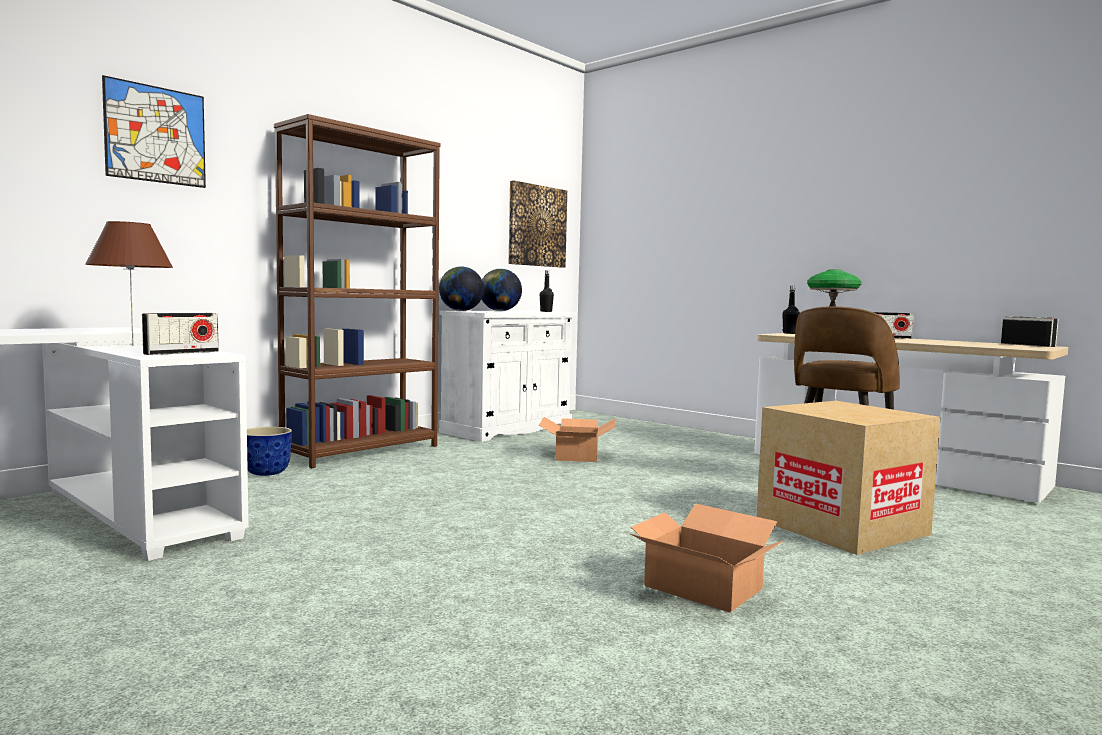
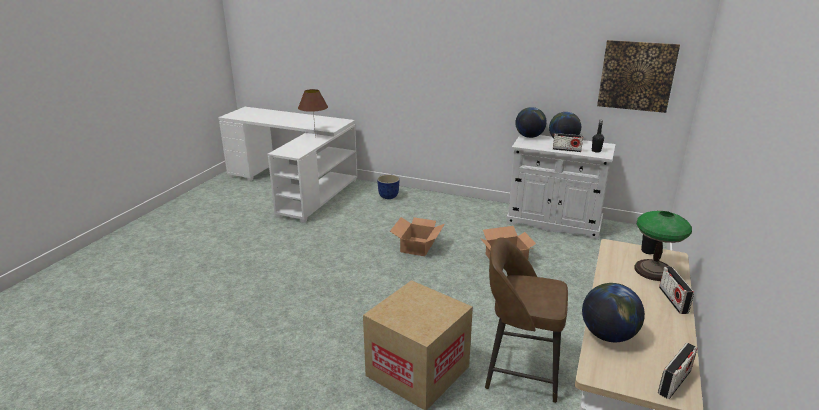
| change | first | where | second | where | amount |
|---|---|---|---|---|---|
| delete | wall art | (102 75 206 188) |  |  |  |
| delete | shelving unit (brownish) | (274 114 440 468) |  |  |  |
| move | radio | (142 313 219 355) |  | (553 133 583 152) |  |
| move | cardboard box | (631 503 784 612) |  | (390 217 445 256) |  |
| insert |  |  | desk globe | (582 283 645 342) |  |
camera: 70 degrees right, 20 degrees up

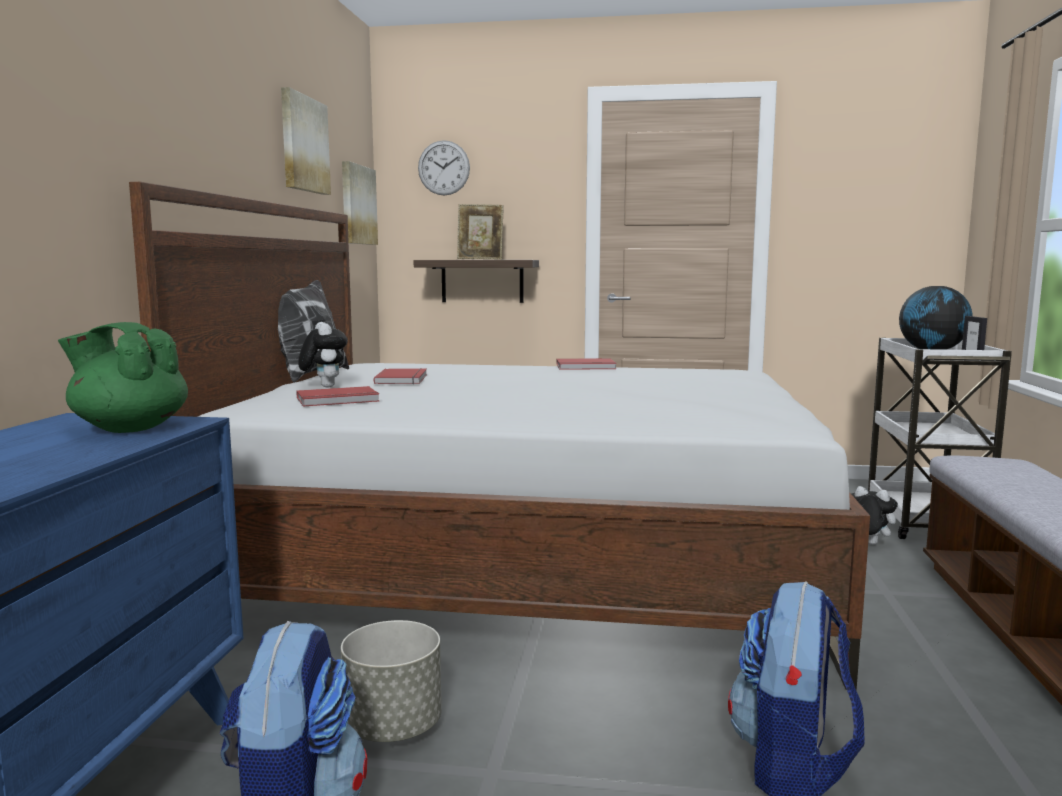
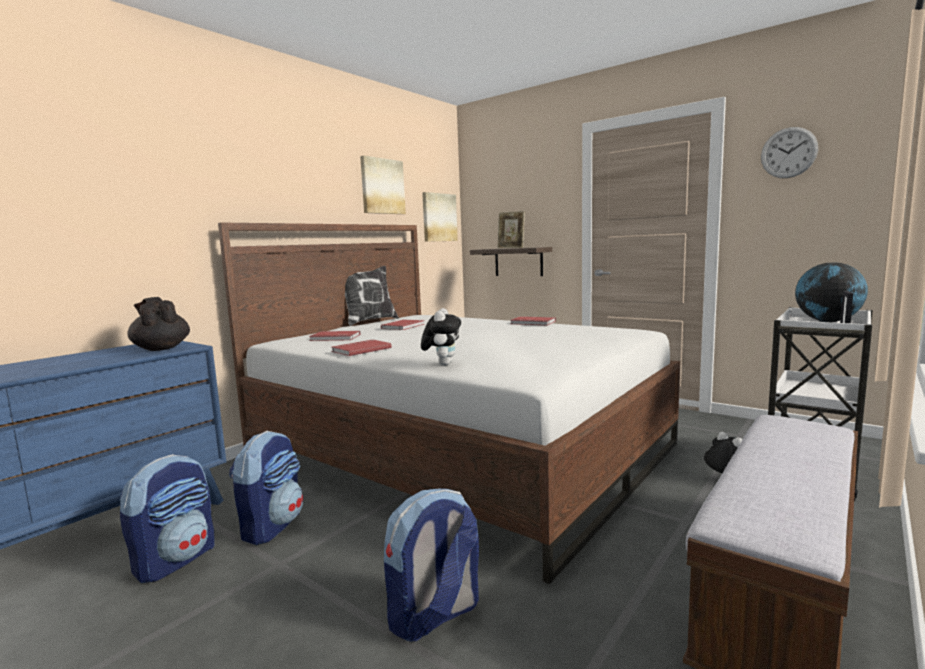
| change | first | where | second | where | amount |
|---|---|---|---|---|---|
| move | wall clock | (418 140 470 196) |  | (761 127 818 178) |  |
| recolor | teapot (green) | (58 322 188 433) | teapot (black) | (128 297 190 351) |  |
| move | plush toy | (298 322 348 387) |  | (421 308 461 365) |  |
| replace | plant pot (gray) | (341 620 442 742) | backpack | (229 430 303 545) |  |
| insert |  |  | book (reddish) | (331 340 392 356) |  |
camera: 30 degrees right, 0 degrees up

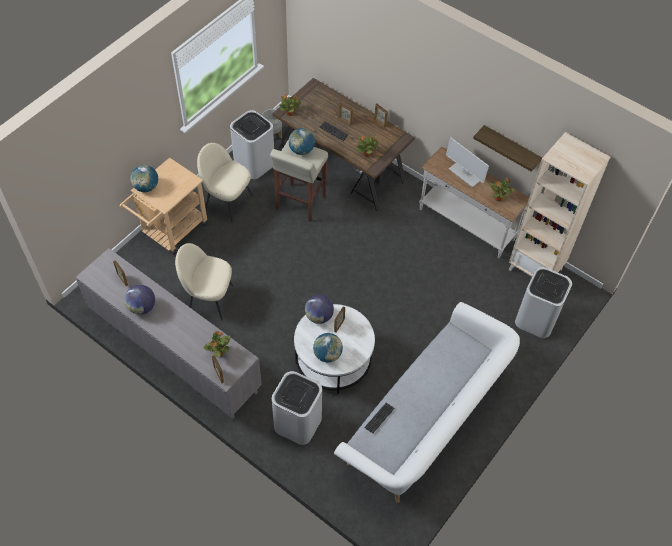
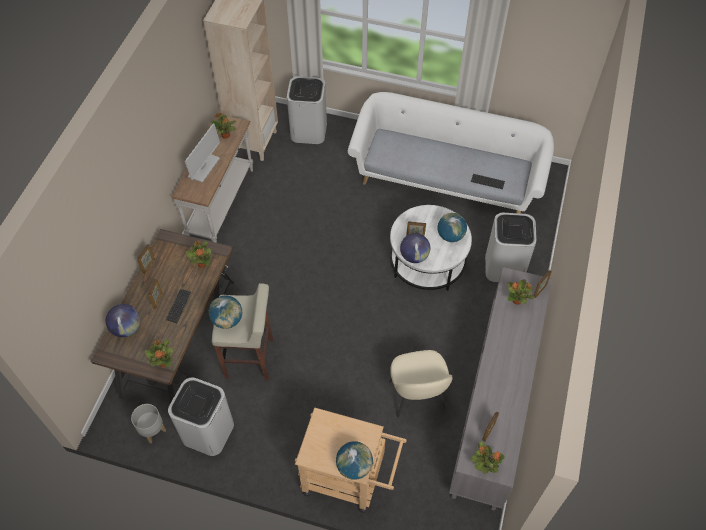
| change | first | where | second | where | amount |
|---|---|---|---|---|---|
| delete | shelf | (473 125 542 172) |  |  |  |
| delete | plain chair (beige-coloured) | (197 143 253 223) |  |  |  |
| move | desk globe | (125 285 155 315) |  | (106 304 140 337) |  |
| insert |  |  | plant in a pot | (470 441 505 474) |  |
camera: 110 degrees left, 0 degrees up

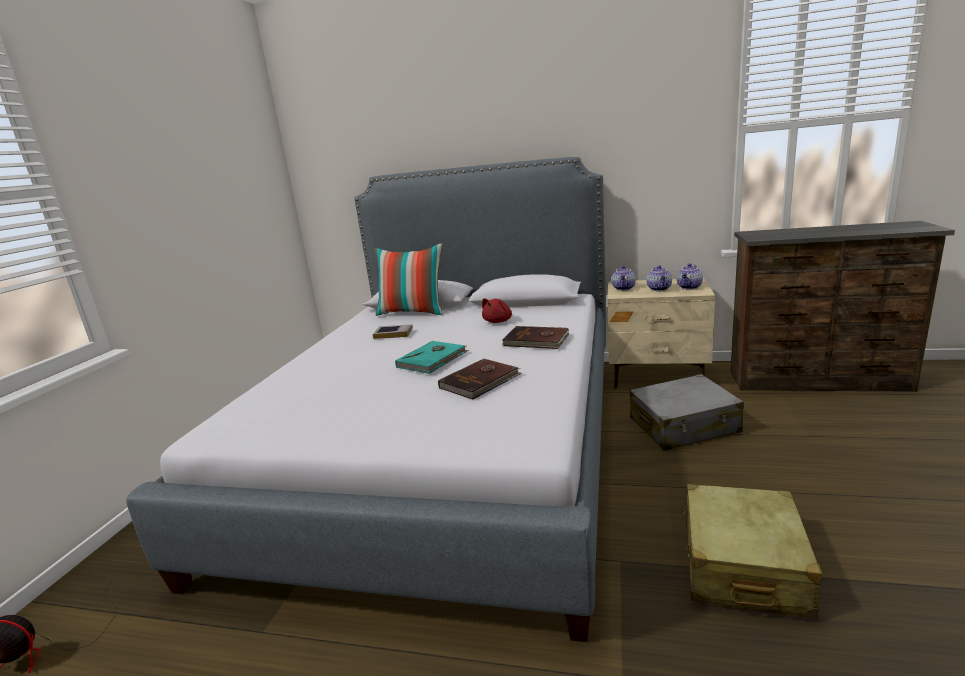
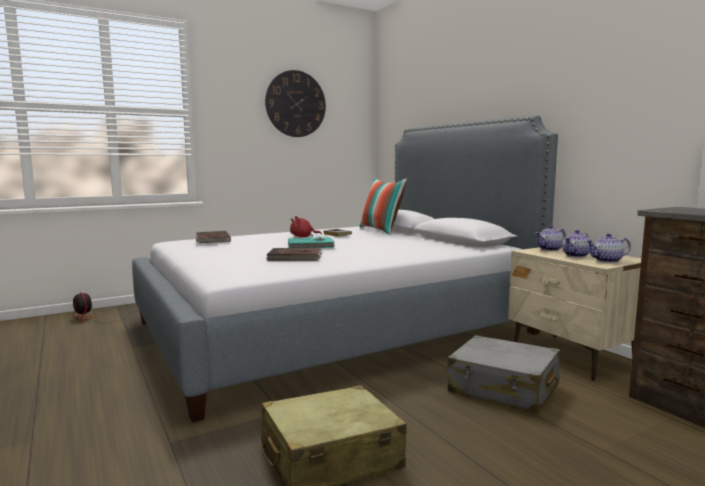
| change | first | where | second | where | amount |
|---|---|---|---|---|---|
| move | plush toy (reddish) | (482 298 512 323) |  | (290 216 322 237) |  |
| move | book (brownish) | (502 326 570 349) |  | (196 231 231 243) |  |
| insert |  |  | wall clock | (265 70 326 137) |  |
camera: 45 degrees right, 10 degrees down

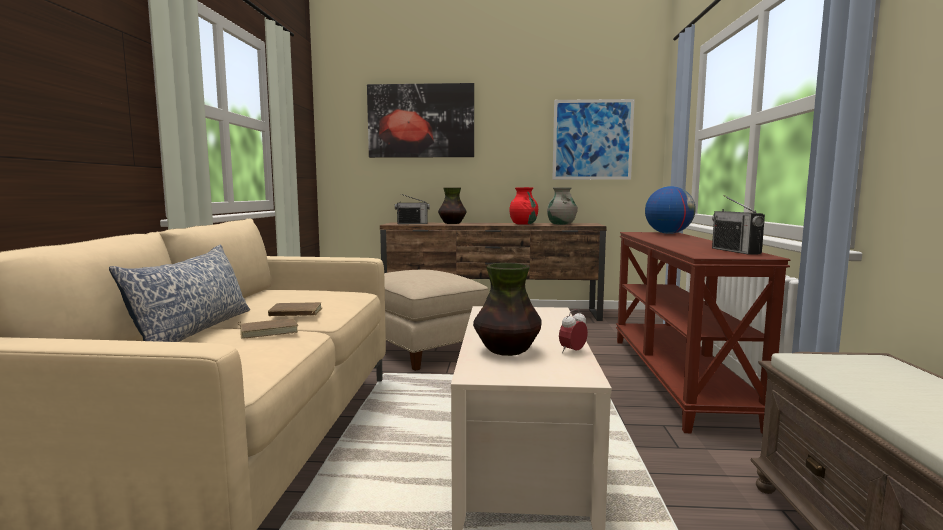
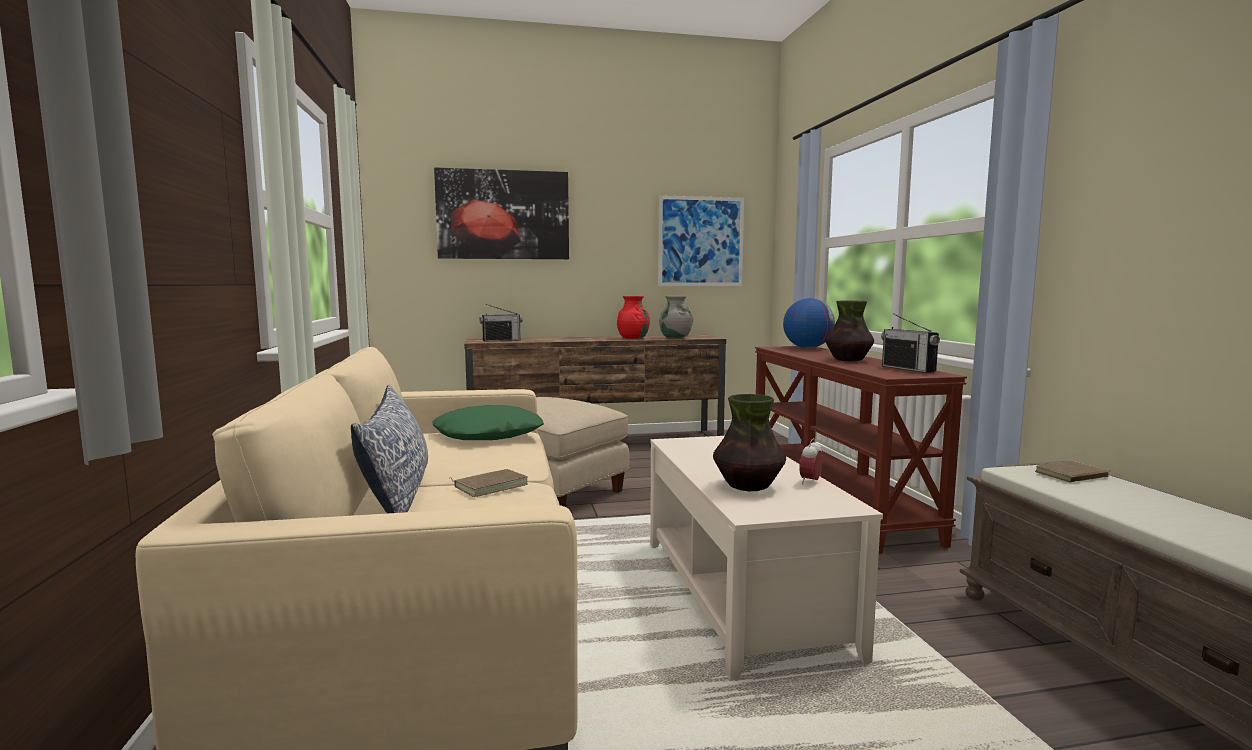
| change | first | where | second | where | amount |
|---|---|---|---|---|---|
| move | flower vase | (438 187 467 224) |  | (826 301 874 361) |  |
| move | book (brownish) | (268 302 322 316) |  | (1035 461 1121 482) |  |
| insert |  |  | pillow (green) | (432 405 544 440) |  |
camera: 15 degrees left, 0 degrees up

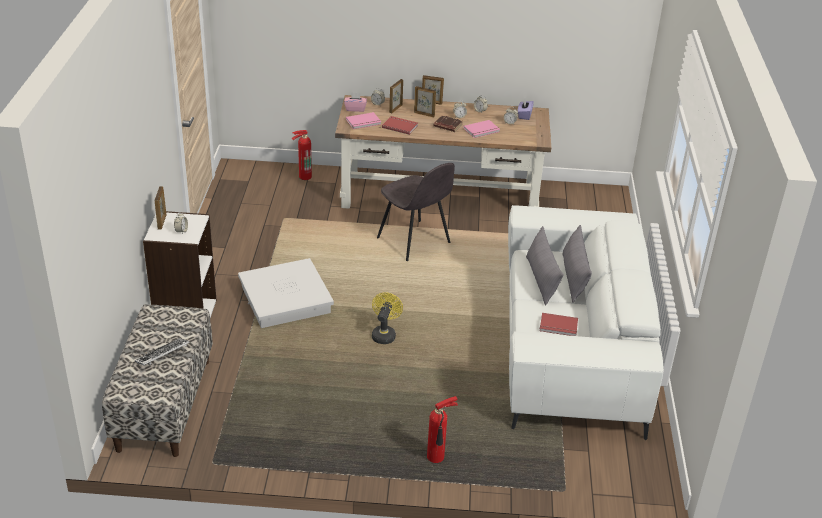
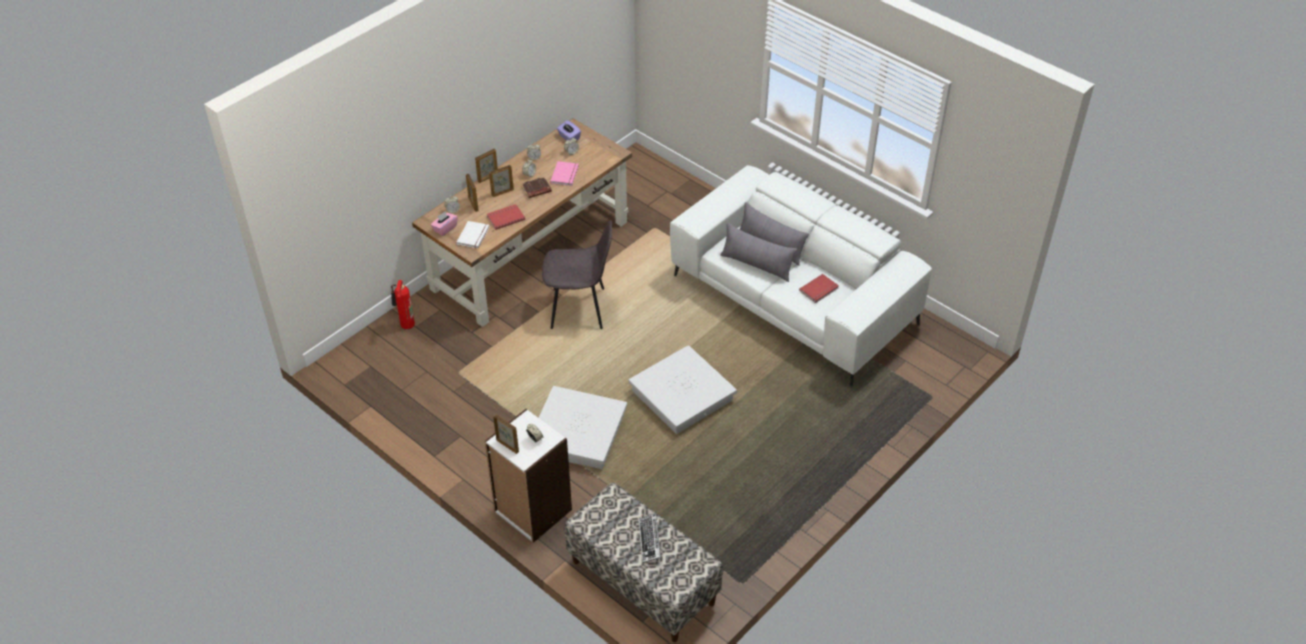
| change | first | where | second | where | amount |
|---|---|---|---|---|---|
| recolor | book (pink-coloured) | (346 112 381 129) | book (white) | (456 221 490 248) |  |
| replace | cooling fan (yellowish) | (372 292 403 344) | storage box (white) | (629 345 737 434) |  |
| delete | extinguisher | (427 396 458 463) |  |  |  |
camera: 50 degrees left, 10 degrees up

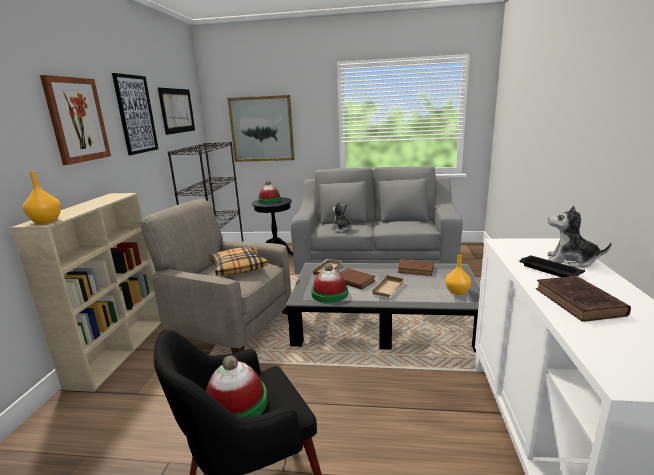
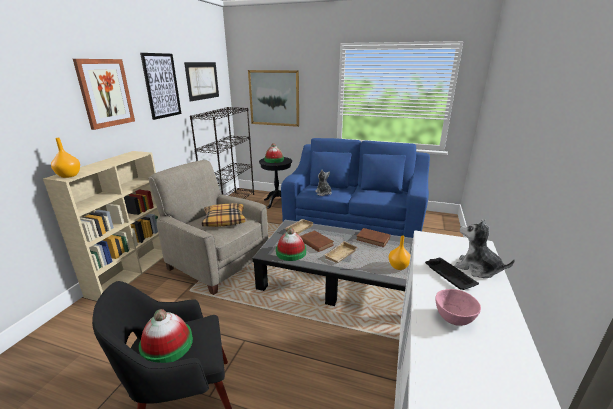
| change | first | where | second | where | amount |
|---|---|---|---|---|---|
| recolor | settee (gray) | (291 166 462 274) | settee (bluish) | (281 138 430 238) |  |
| replace | book (brownish) | (536 276 631 322) | deep dish (pink-coloured) | (436 289 481 326) |  |
camera: 10 degrees right, 5 degrees up

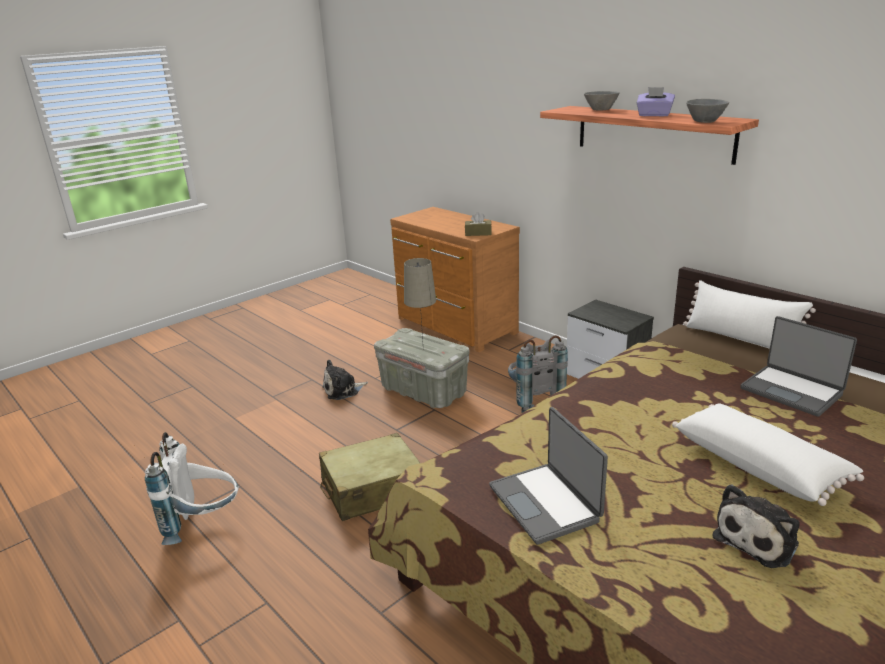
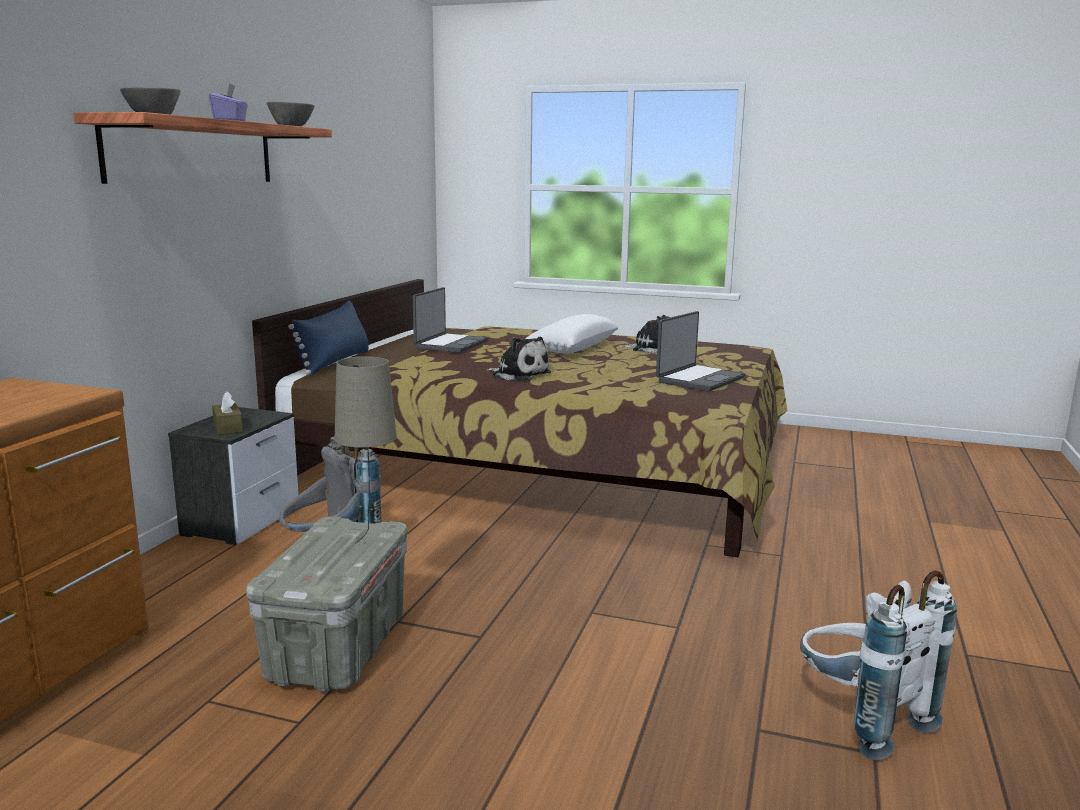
| change | first | where | second | where | amount |
|---|---|---|---|---|---|
| move | tissue holder (brownish) | (465 212 492 236) |  | (212 392 243 435) |  |
| recolor | pillow (white) | (683 280 816 348) | pillow (bluish) | (288 301 369 375) |  |
| move | plush toy | (322 359 368 400) |  | (487 337 551 381) |  |
| delete | piece of luggage (beige-coloured) | (319 433 420 521) |  |  |  |
camera: 120 degrees left, 10 degrees down

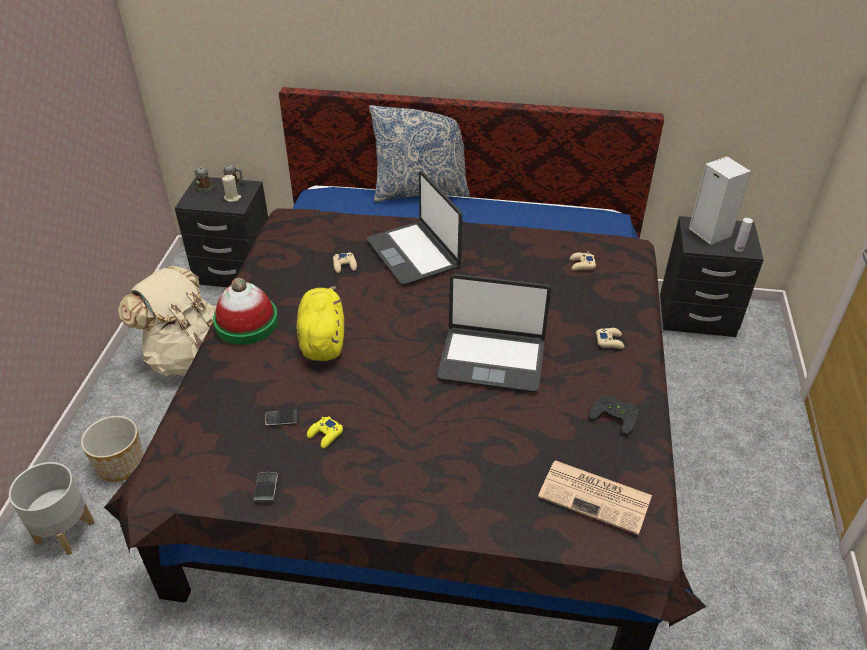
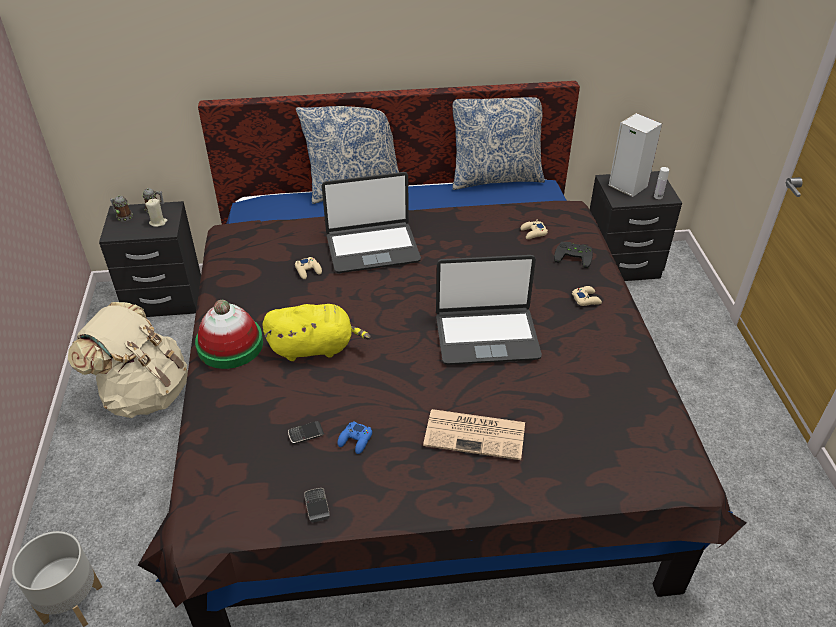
| change | first | where | second | where | amount |
|---|---|---|---|---|---|
| rotate | laptop | (367 171 463 285) |  | (322 172 421 273) | 60 degrees counterclockwise |
| rotate | plush toy (yellowish) | (297 286 344 362) |  | (262 304 371 361) | 105 degrees clockwise |
| move | joypad (black) | (588 395 639 436) |  | (554 242 593 268) |  |
| delete | plant pot | (81 416 144 482) |  |  |  |
| recolor | joypad (yellowish) | (307 417 343 448) | joypad (bluish) | (337 421 372 454) |  |
| move | newspaper | (538 460 652 535) |  | (423 409 525 460) |  |
| insert |  |  | pillow | (452 97 545 190) |  |
camera: 15 degrees left, 0 degrees up

